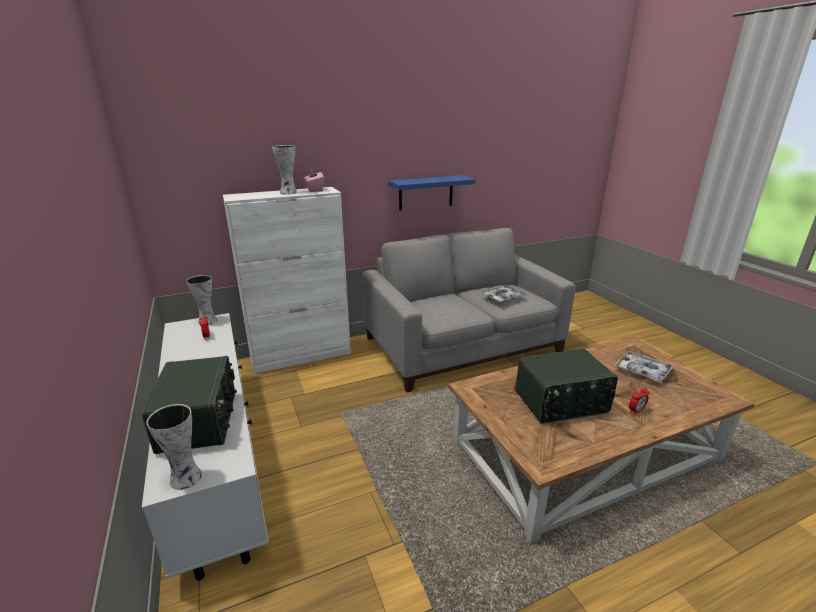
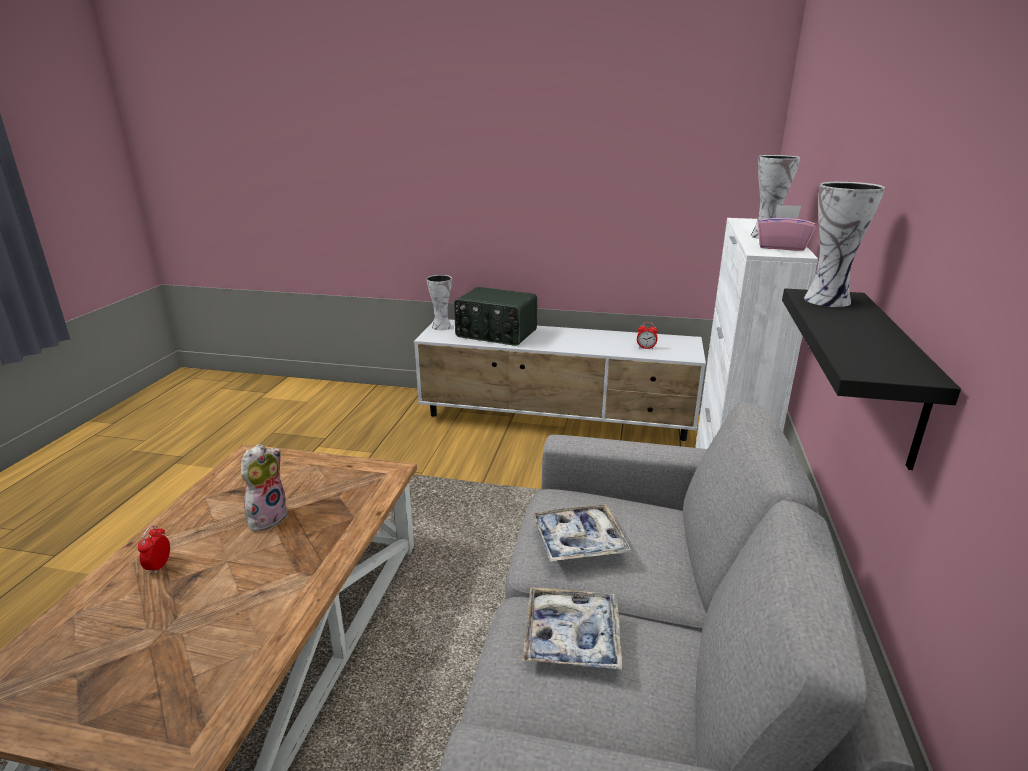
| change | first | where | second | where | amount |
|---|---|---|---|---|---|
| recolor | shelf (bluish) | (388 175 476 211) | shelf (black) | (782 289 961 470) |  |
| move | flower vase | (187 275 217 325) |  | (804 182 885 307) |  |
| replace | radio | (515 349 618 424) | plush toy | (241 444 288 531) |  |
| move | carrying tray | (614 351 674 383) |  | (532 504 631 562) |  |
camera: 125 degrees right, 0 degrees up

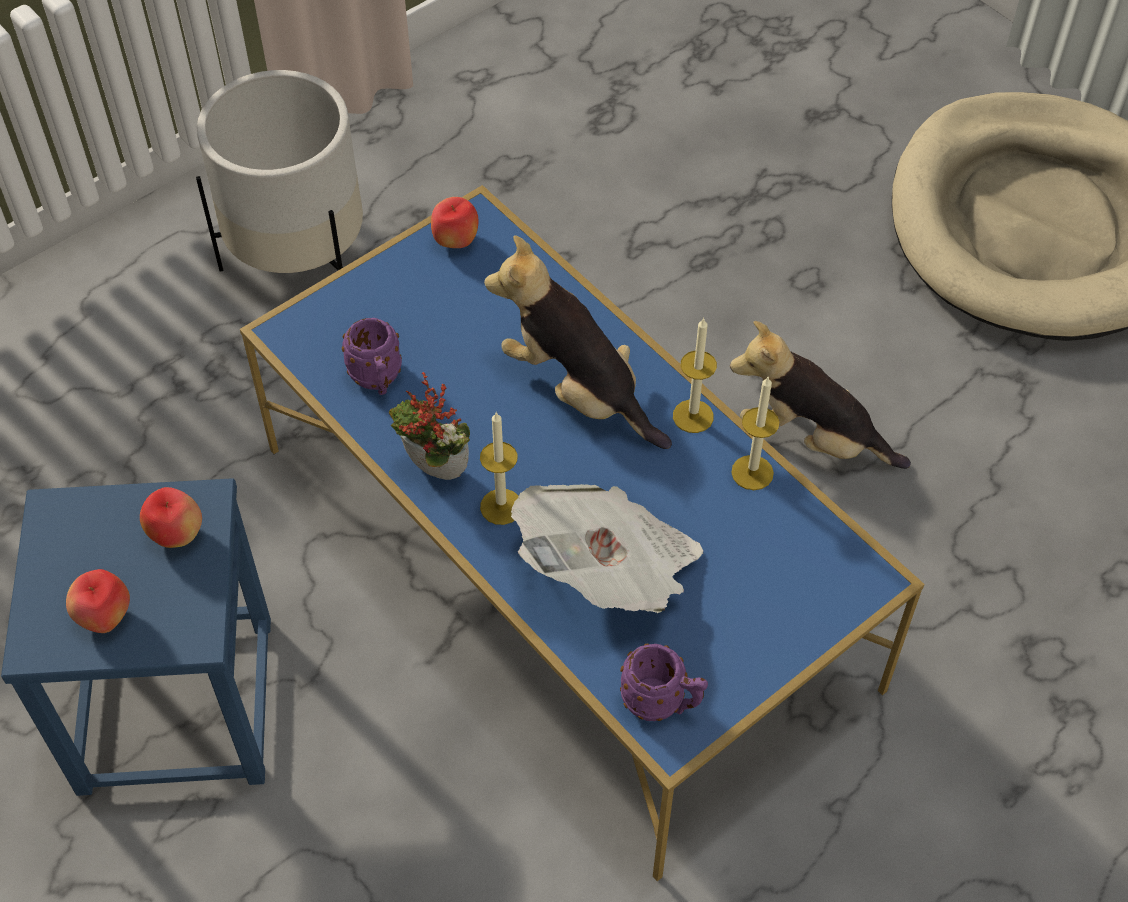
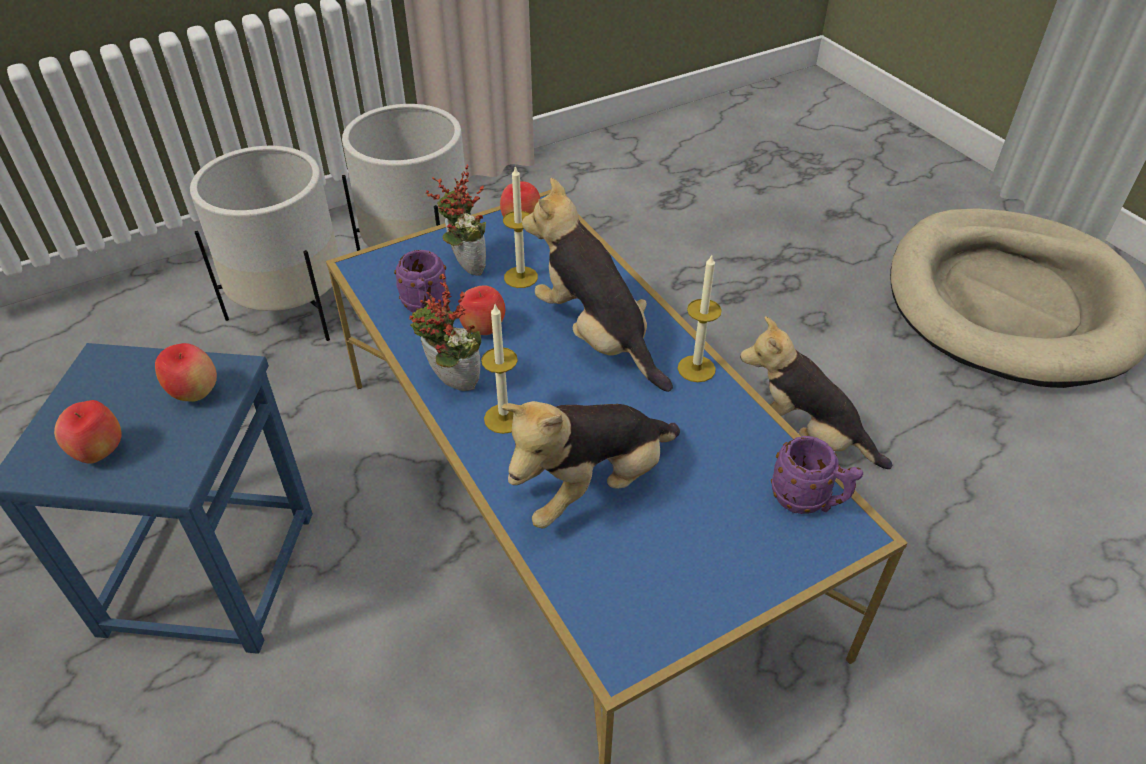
| change | first | where | second | where | amount |
|---|---|---|---|---|---|
| move | wax light | (731 377 779 490) |  | (503 165 538 288) |  |
| replace | newspaper | (511 484 703 613) | plush toy | (501 401 680 528) |  |
| move | mug (purple-coloured) | (620 643 708 721) |  | (771 436 863 514) |  |
| insert |  |  | plant pot (white) | (190 146 340 341) |  |
| insert |  |  | plant in a pot | (426 164 486 276) |  |
| insert |  |  | whole apple | (459 285 505 335) |  |
camera: 10 degrees right, 10 degrees down

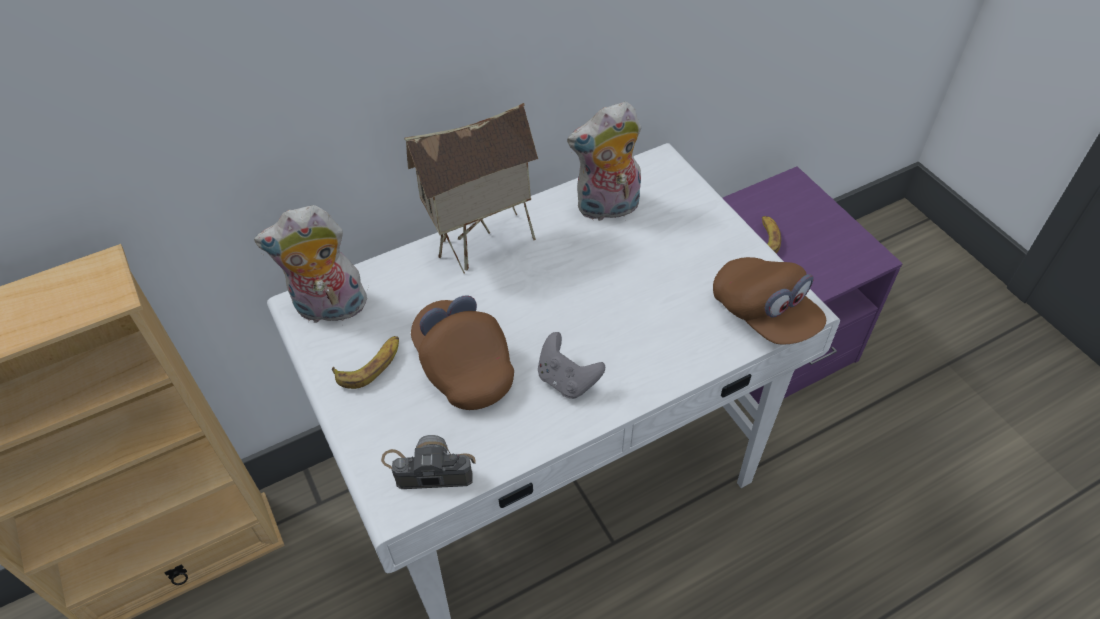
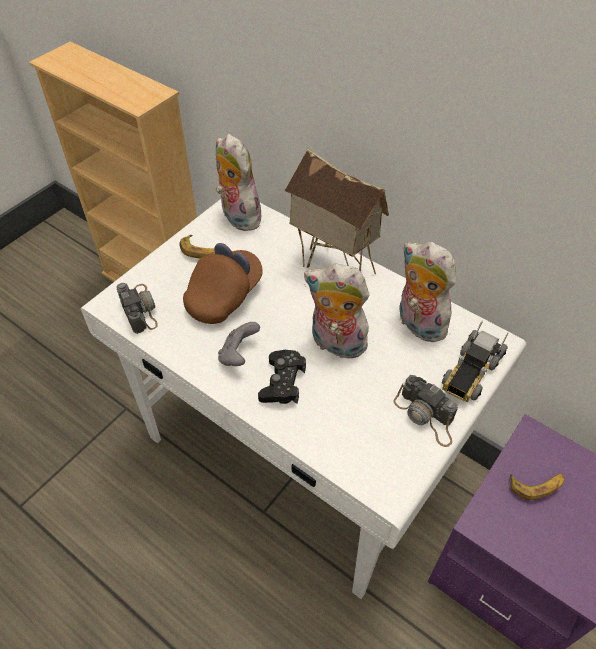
| change | first | where | second | where | amount |
|---|---|---|---|---|---|
| delete | cap (brownish) | (713 257 826 345) |  |  |  |
| insert |  |  | plush toy | (304 264 370 358) |  |
| insert |  |  | toy truck | (442 321 508 402) |  |
| insert |  |  | joypad (black) | (258 350 306 404) |  |
| insert |  |  | still camera | (393 375 458 447) |  |
camera: 65 degrees right, 0 degrees up

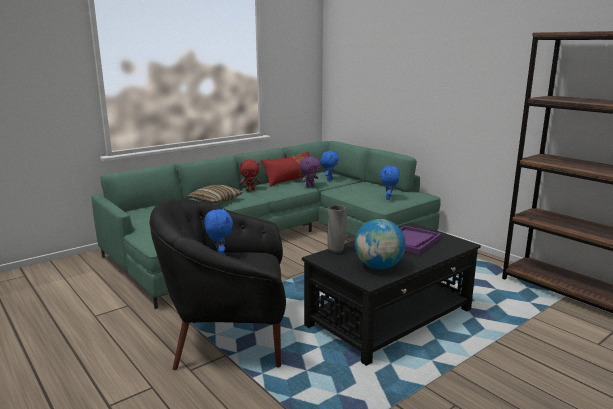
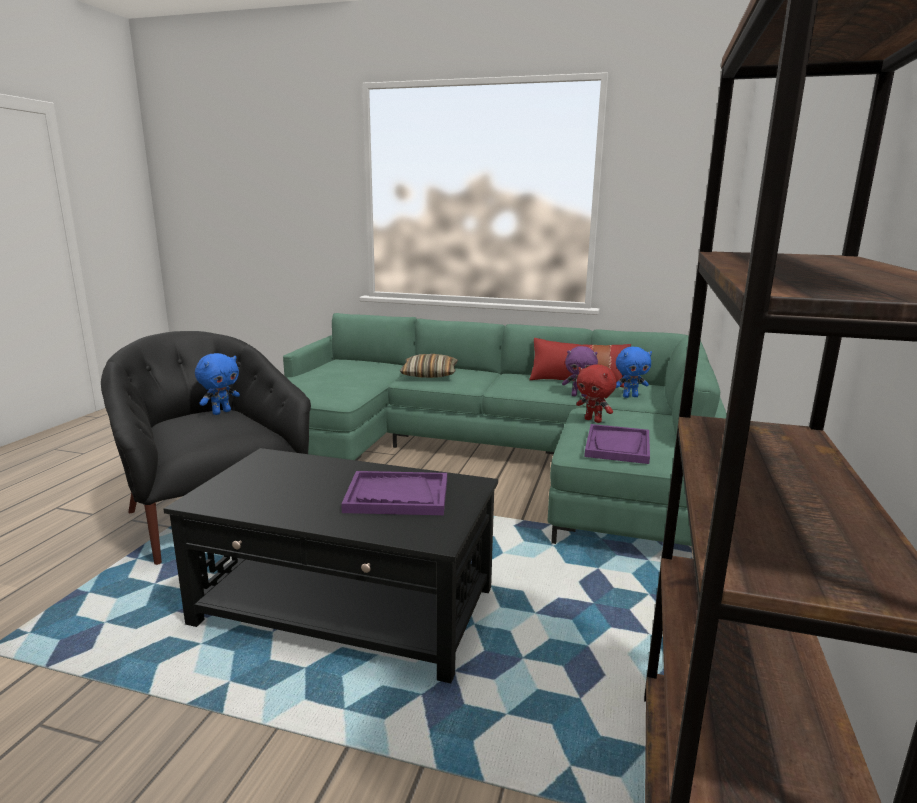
| change | first | where | second | where | amount |
|---|---|---|---|---|---|
| move | plush toy (reddish) | (239 160 261 191) |  | (576 364 617 423) |  |
| replace | plush toy (bluish) | (380 166 399 200) | carrying tray (purple-coloured) | (584 424 650 464) |  |
| delete | flower vase (gray) | (327 205 347 253) |  |  |  |
| delete | desk globe | (355 219 406 269) |  |  |  |
camera: 55 degrees right, 0 degrees up

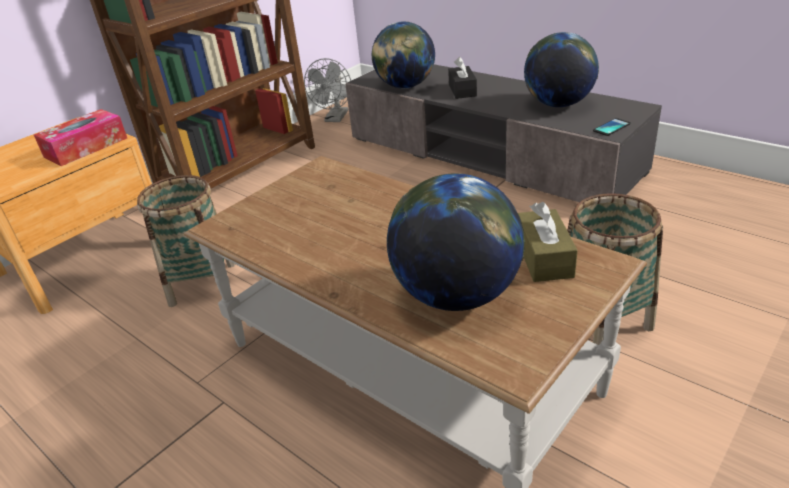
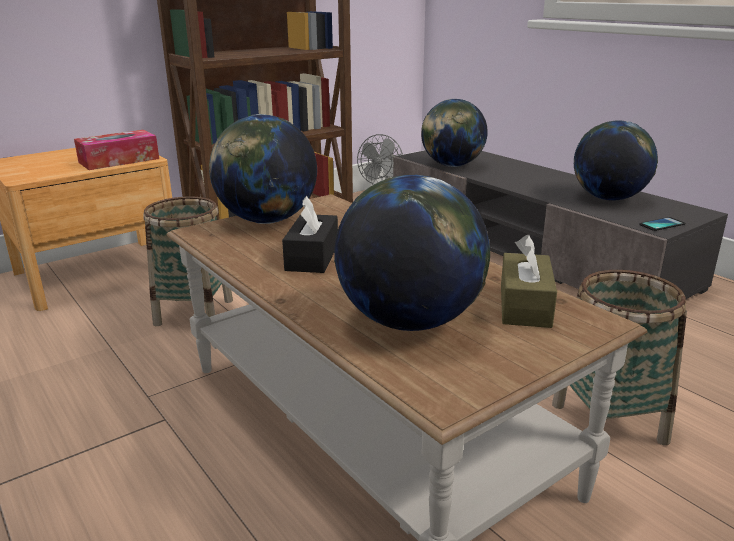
| change | first | where | second | where | amount |
|---|---|---|---|---|---|
| move | tissue holder (black) | (448 57 477 99) |  | (282 196 338 273) |  |
| insert |  |  | desk globe | (209 114 317 224) |  |
camera: 10 degrees right, 10 degrees down

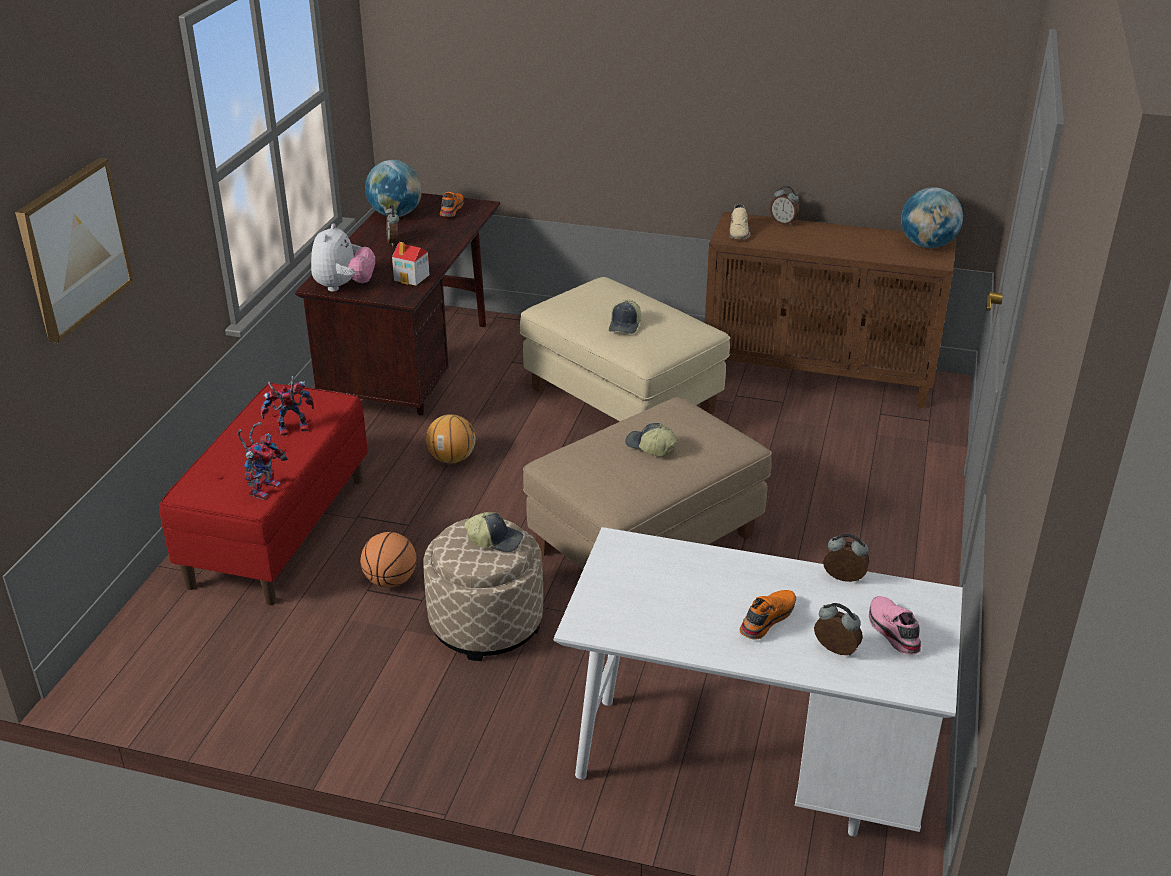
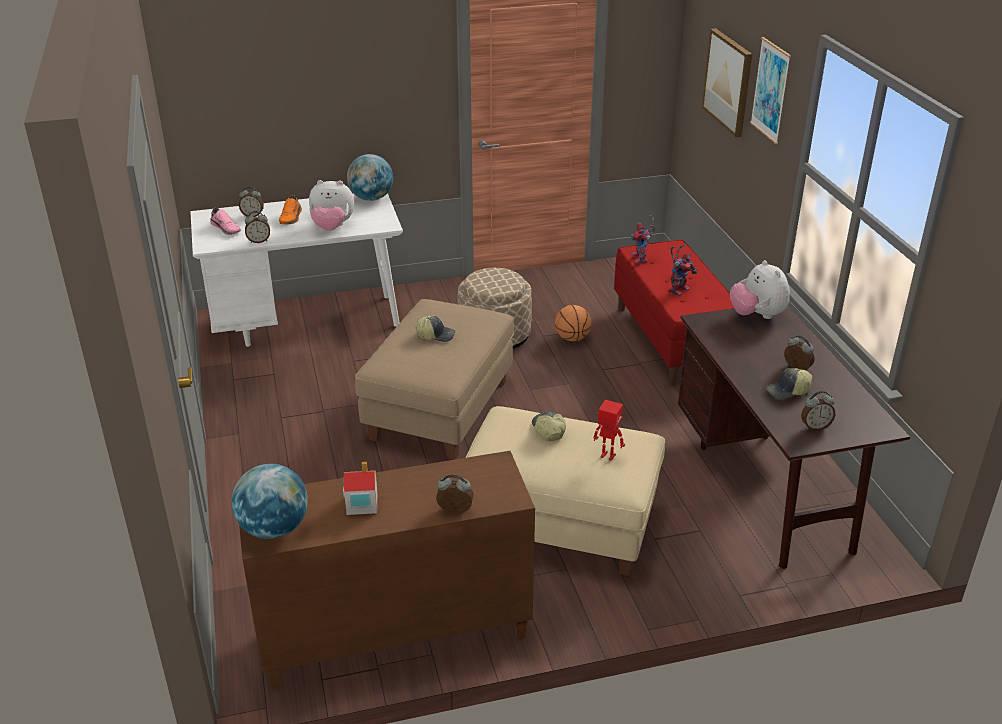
| change | first | where | second | where | amount |
|---|---|---|---|---|---|
| move | desk globe | (365 160 422 217) |  | (347 154 393 201) |  |
| replace | shoe (orangey) | (440 192 464 217) | alarm clock | (801 391 835 431) |  |
| delete | shoe (beige-coloured) | (729 204 751 239) |  |  |  |
| move | toy house | (392 242 430 286) |  | (343 462 377 515) |  |
| delete | basketball | (426 414 476 463) |  |  |  |
| move | cap | (464 512 523 552) |  | (765 368 813 400) |  |
| insert |  |  | wall art | (750 37 791 144) |  |
| insert |  |  | plush toy | (309 180 354 231) |  |
| insert |  |  | robot figure | (594 400 625 460) |  |
camera: 150 degrees right, 0 degrees up

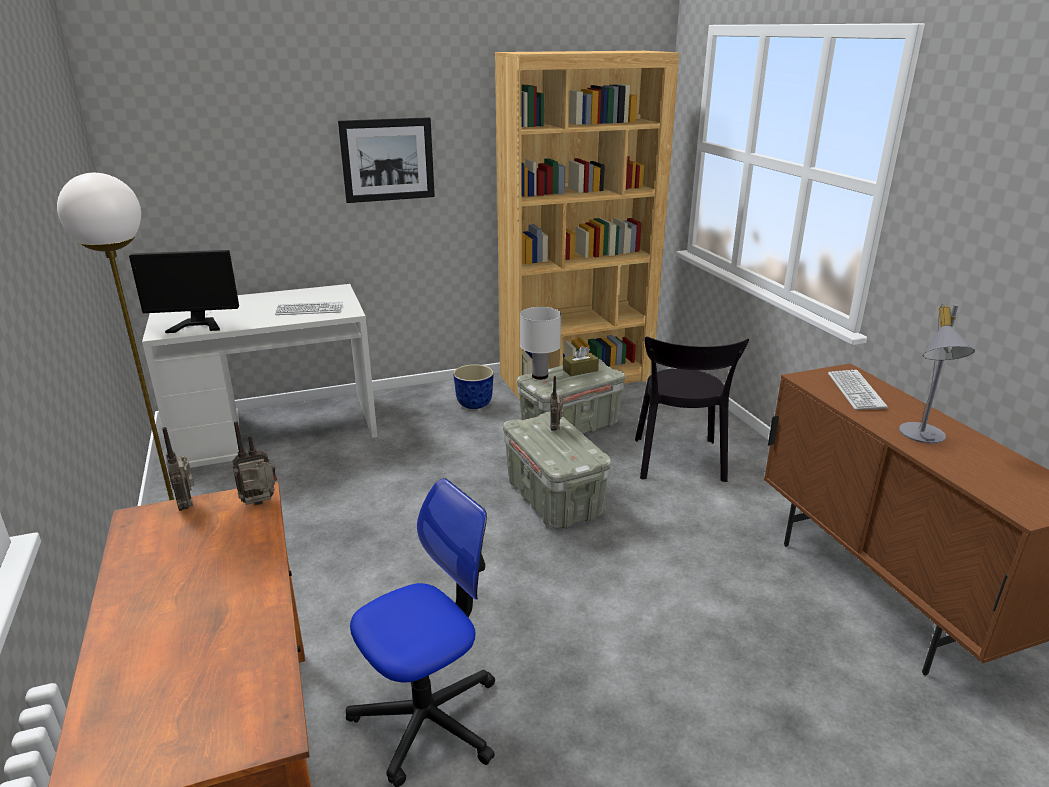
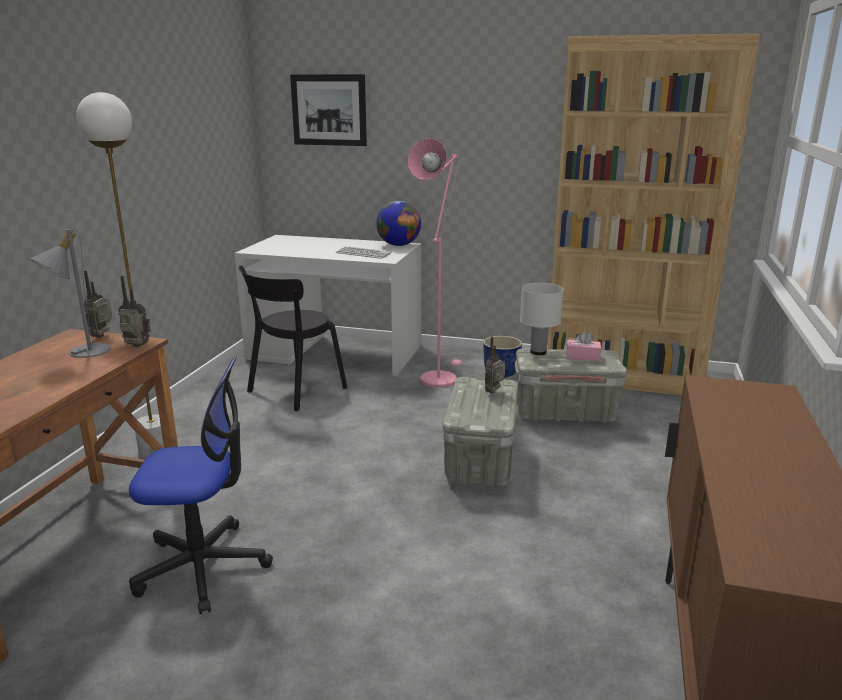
| change | first | where | second | where | amount |
|---|---|---|---|---|---|
| move | wall art | (338 117 435 203) |  | (290 74 367 146) |  |
| delete | monitor | (129 250 239 333) |  |  |  |
| move | tabletop lamp (gray) | (899 304 975 444) |  | (30 229 111 358) |  |
| move | plain chair (black) | (635 336 749 482) |  | (239 265 347 412) |  |
| recolor | tissue holder (brownish) | (563 346 599 376) | tissue holder (pink-coloured) | (566 331 601 361) |  |
| delete | keyboard | (828 370 887 410) |  |  |  |
| insert |  |  | floor lamp (pink-coloured) | (408 138 462 388) |  |
| insert |  |  | desk globe | (376 201 421 246) |  |
camera: 35 degrees right, 5 degrees down

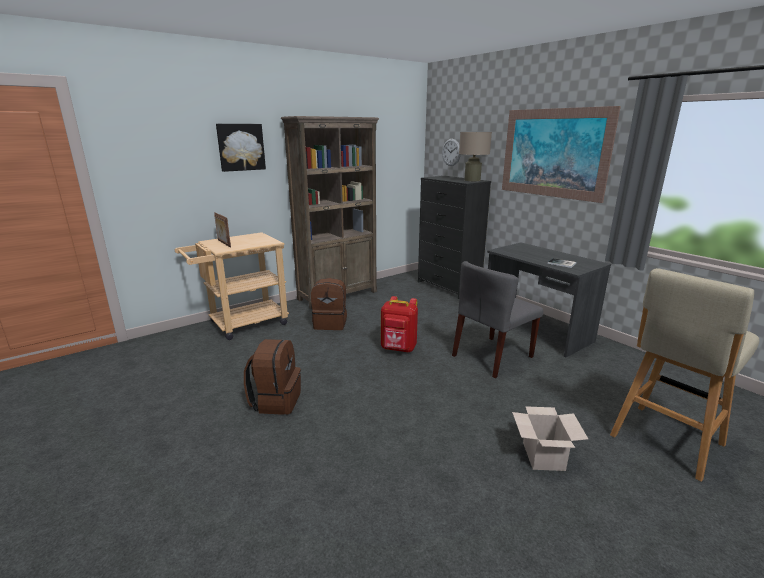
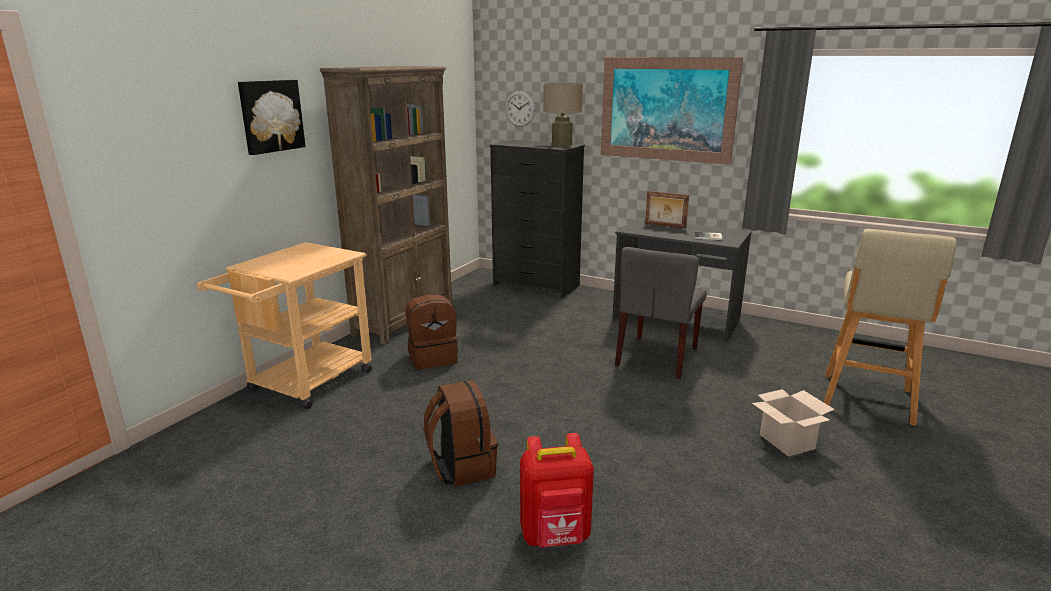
| change | first | where | second | where | amount |
|---|---|---|---|---|---|
| move | photo frame | (214 212 231 247) |  | (645 191 689 229) |  |
| move | backpack (reddish) | (381 296 418 352) |  | (520 433 594 548) |  |
camera: 25 degrees left, 0 degrees up

